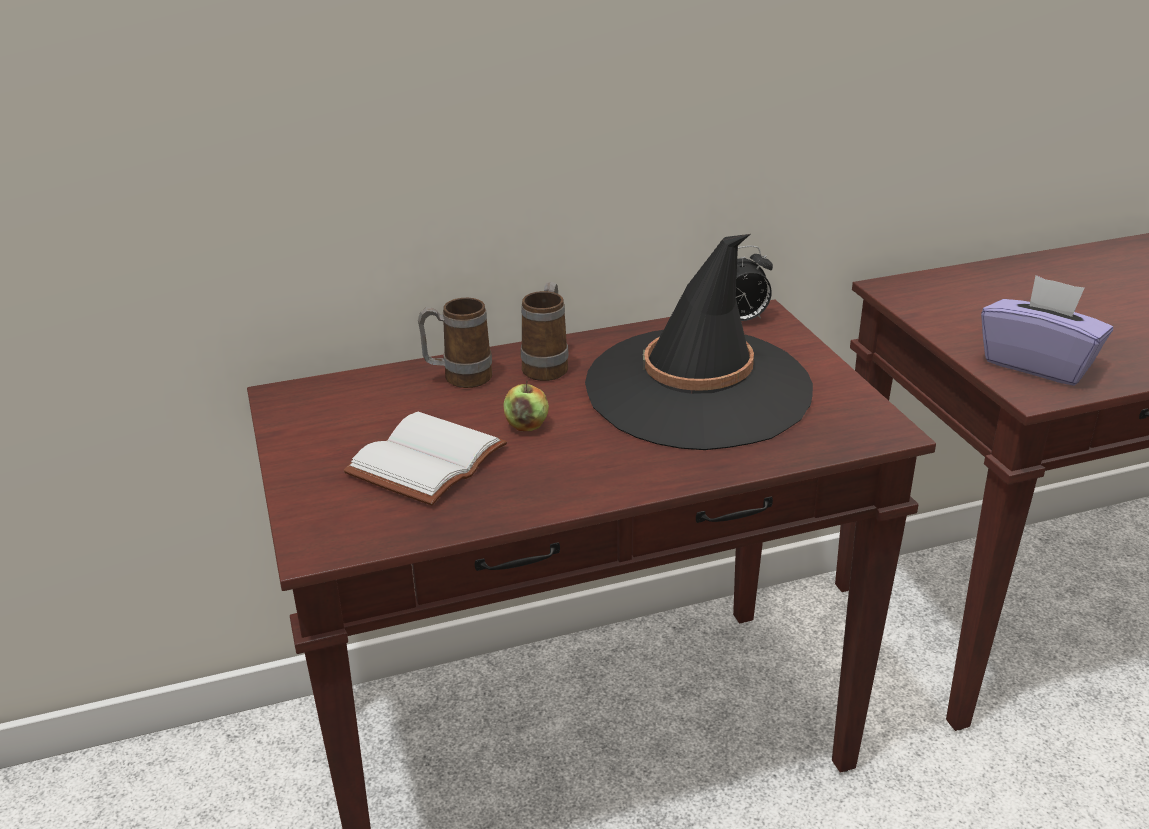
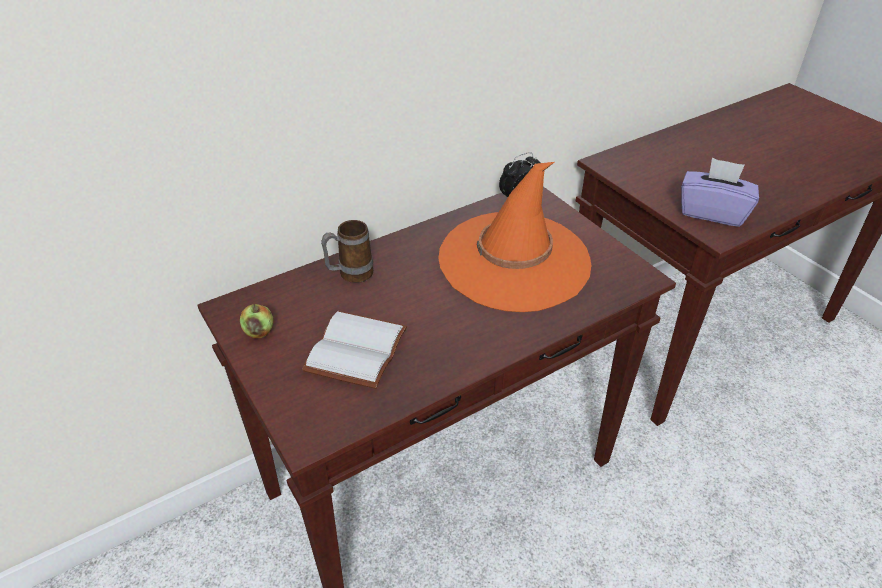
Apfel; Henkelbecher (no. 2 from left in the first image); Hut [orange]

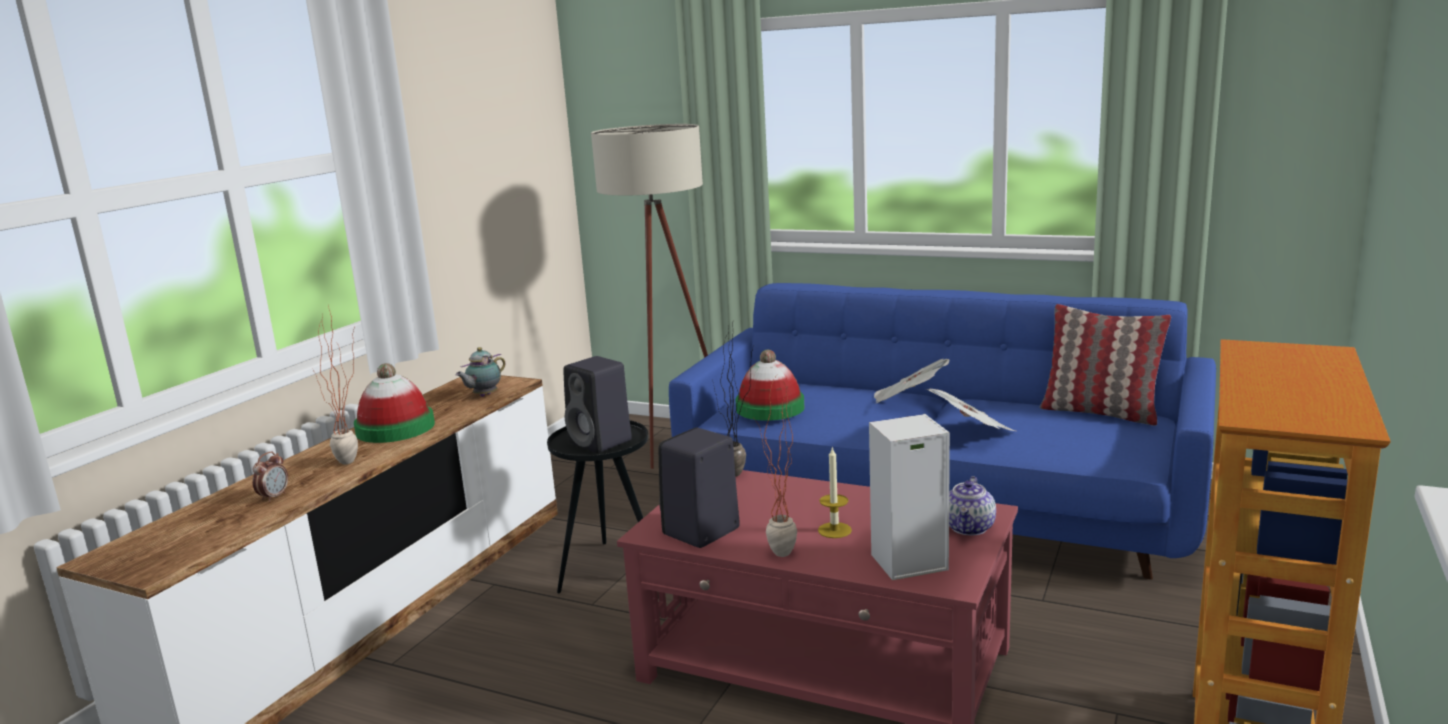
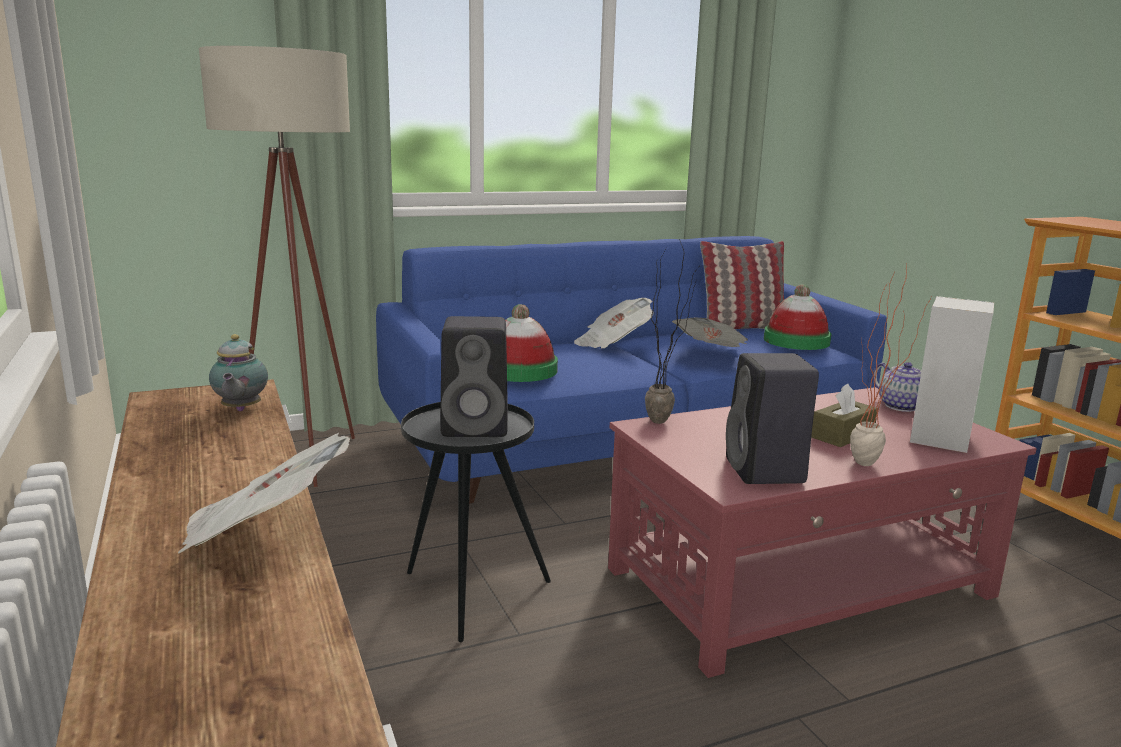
Wecker; Zeitung (no. 1 from left); Hut (no. 2 from left); Taschentuchbox [braun]

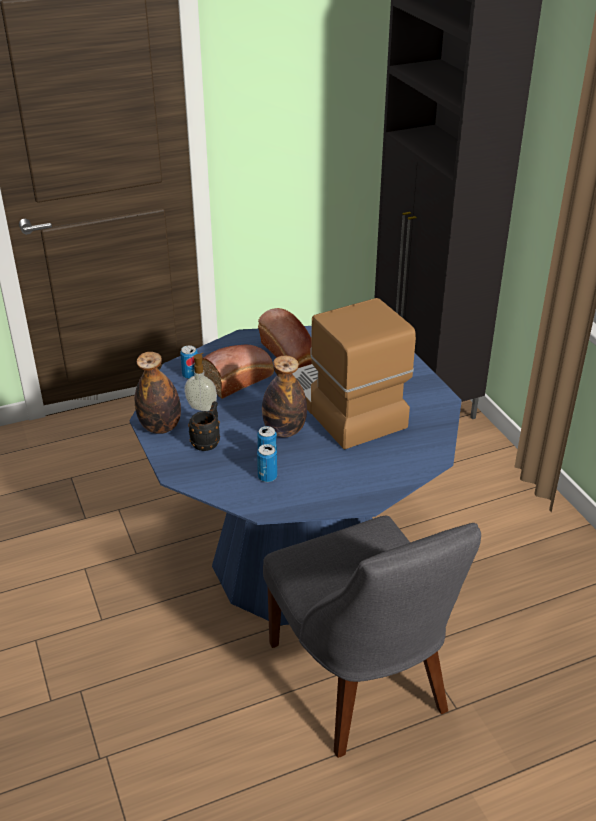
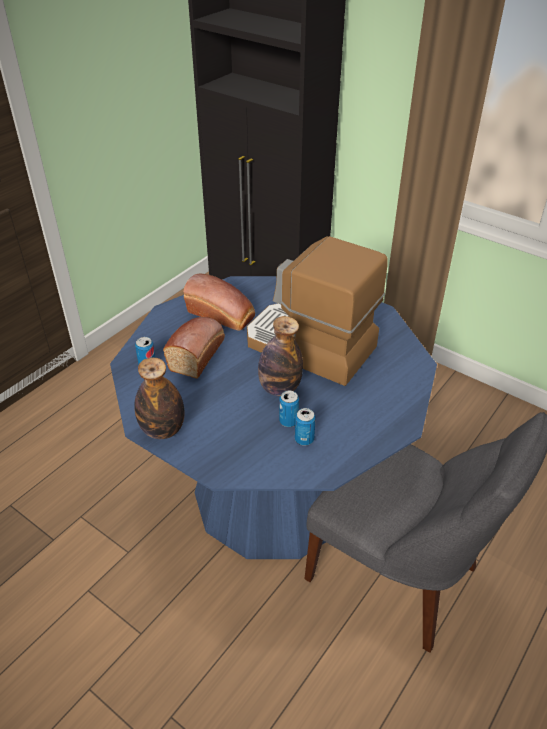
Seifenspender; Henkelbecher [schwarz]

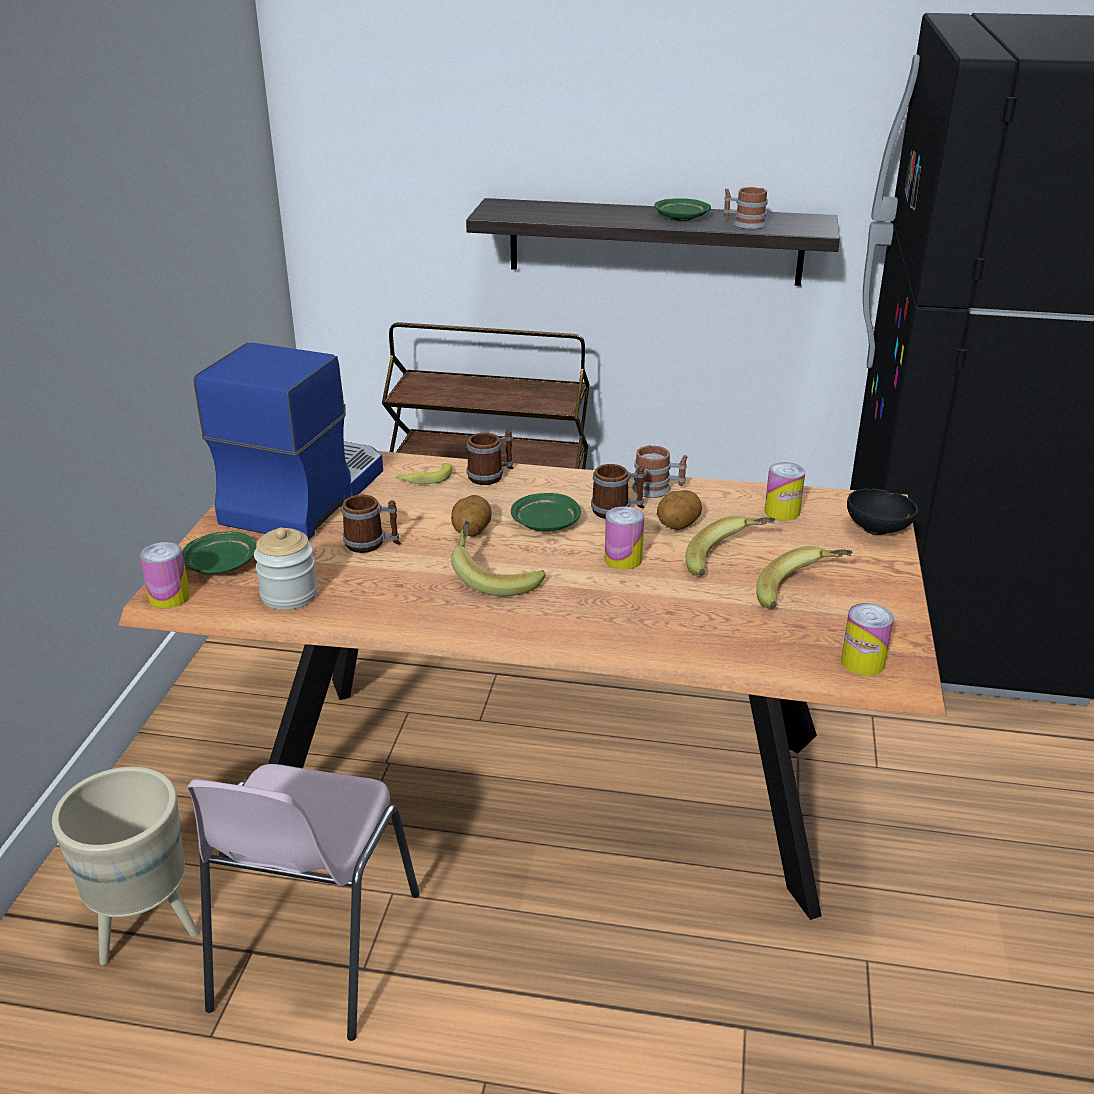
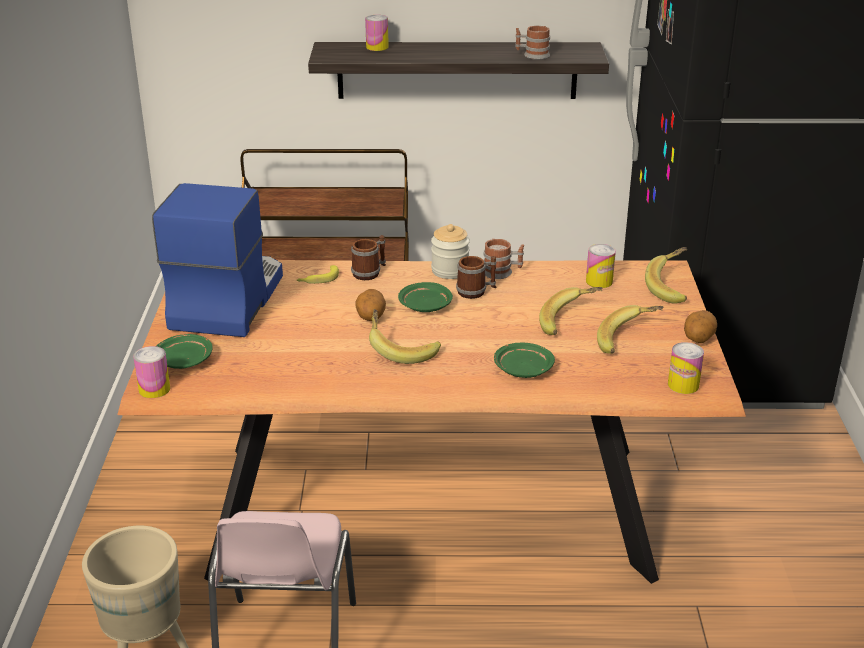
Vorratsglas; Henkelbecher (no. 1 from left in the first image); Dose (no. 2 from left); Teller [grün] (no. 3 from left); Kartoffel (no. 2 from left); Banane (no. 5 from left)

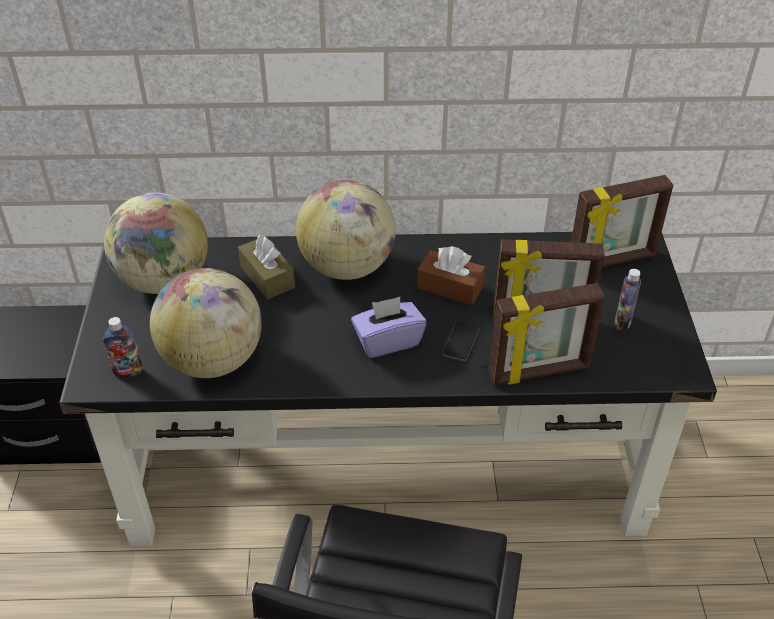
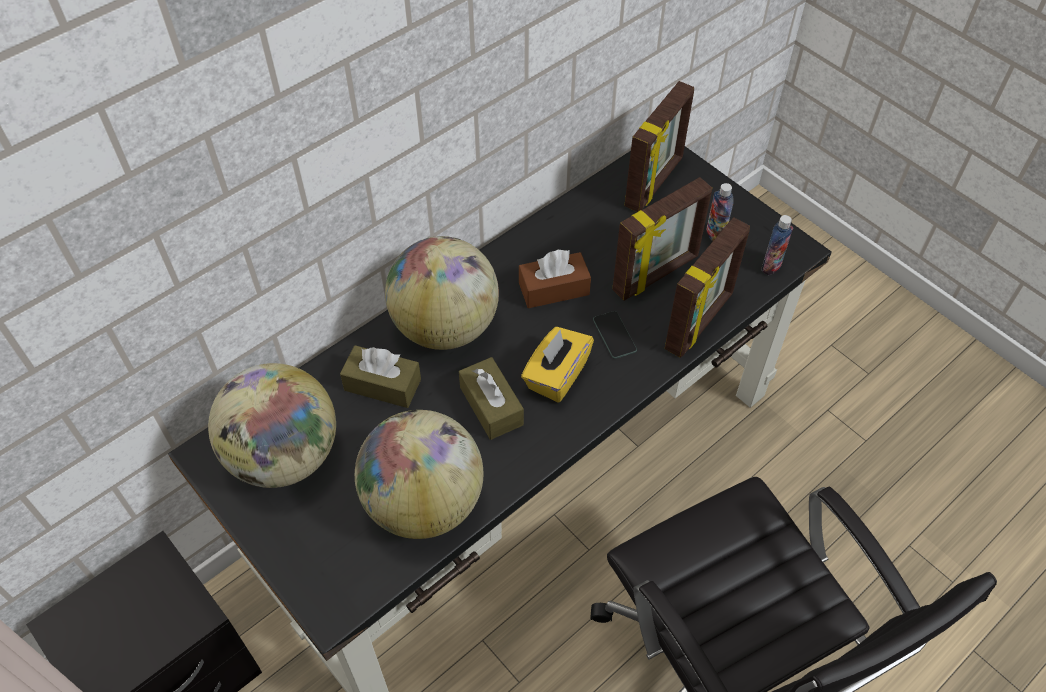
Flasche (no. 2 from left); Taschentuchbox [gelb]; Taschentuchbox [braun] (no. 2 from left)

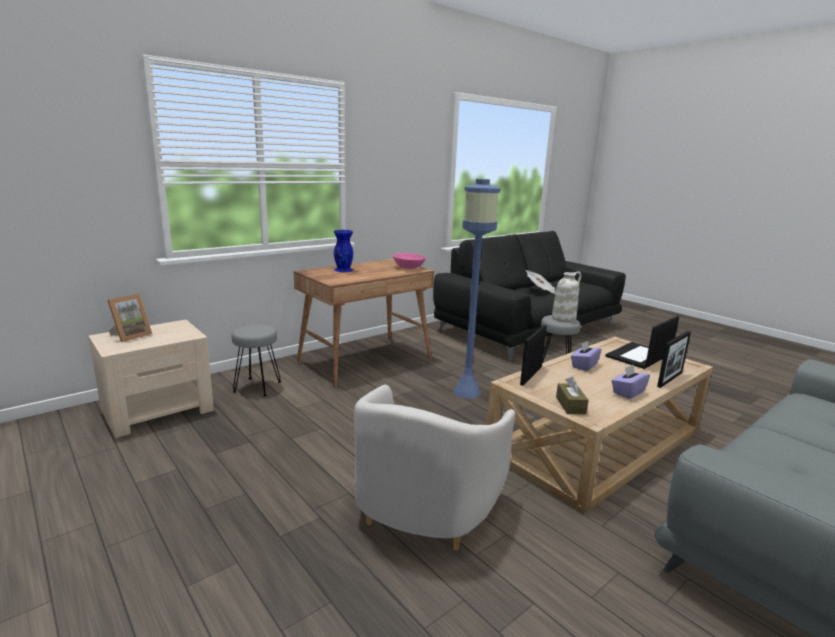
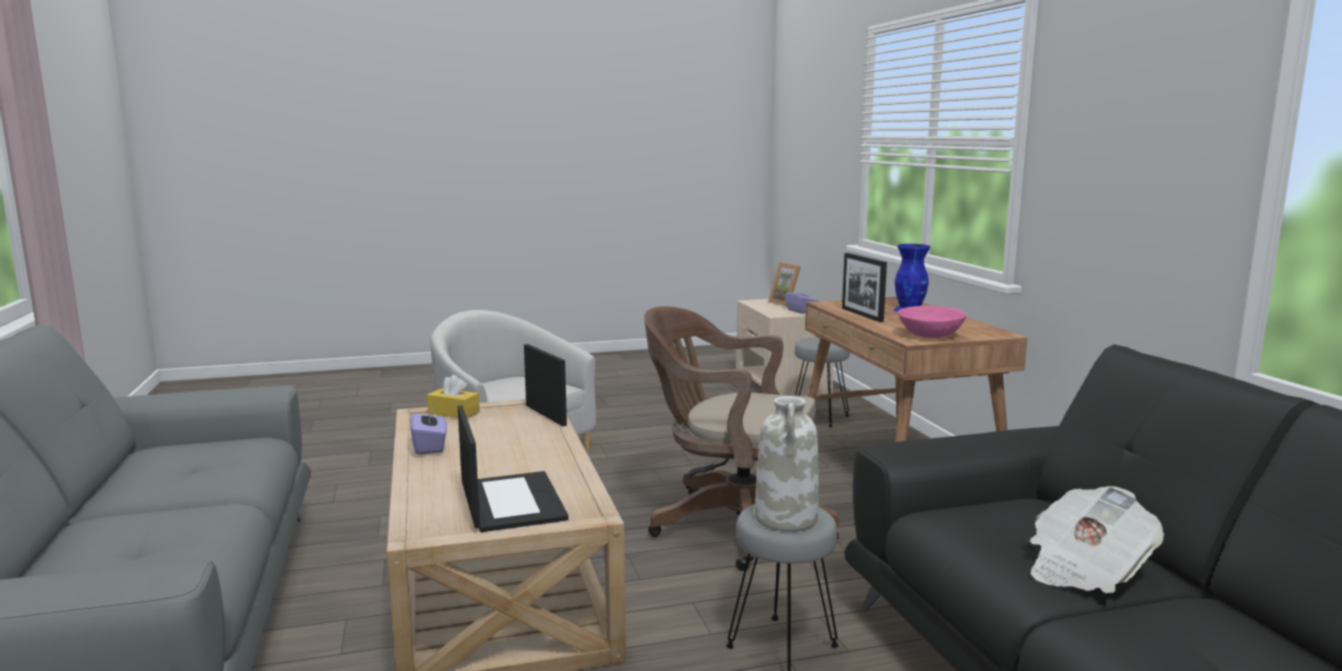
Bürostuhl [braun]; Taschentuchbox [gelb]; Taschentuchbox [lila] (no. 2 from left); Bilderrahmen (no. 3 from left)

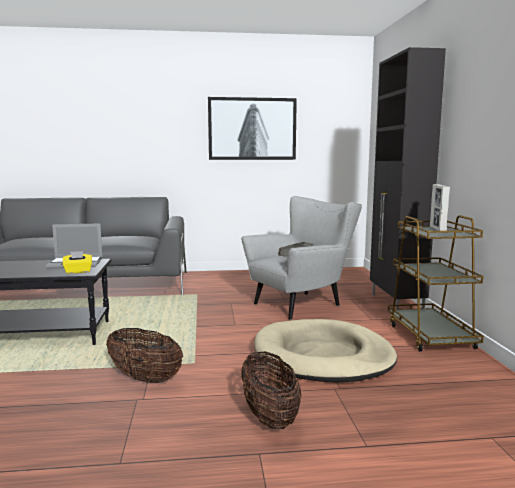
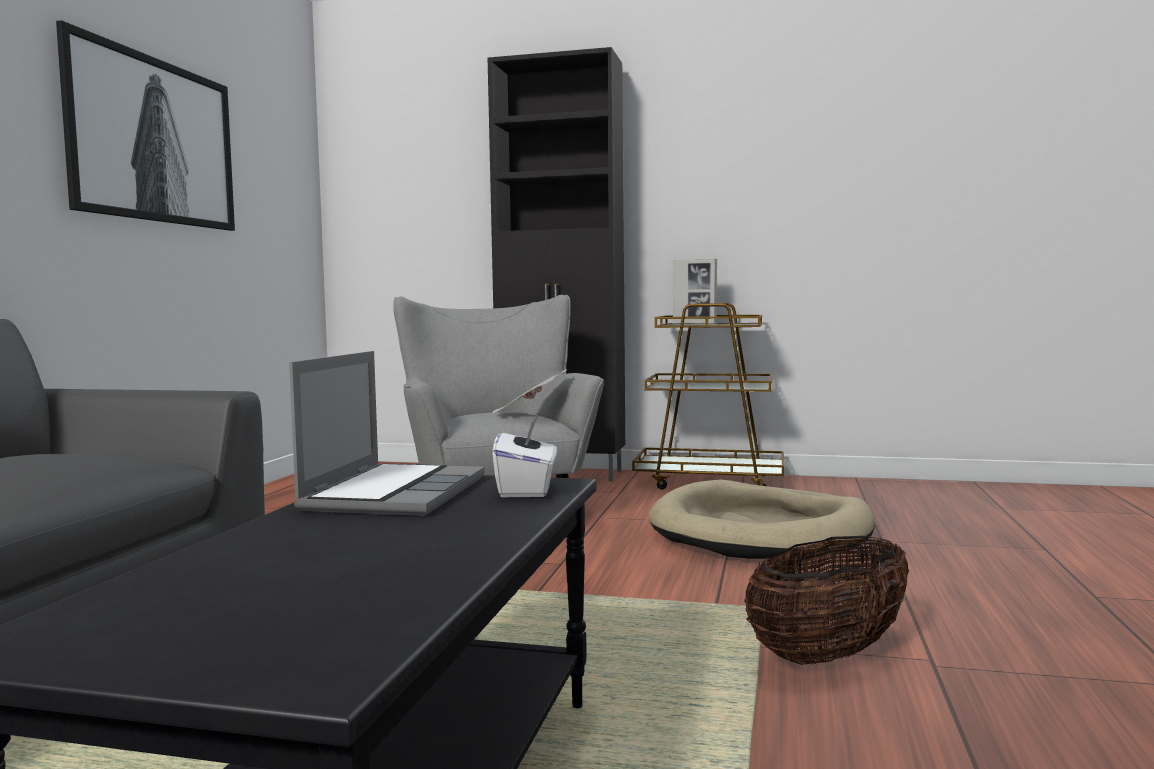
Taschentuchbox [weiß]; Korb (no. 2 from left in the first image)

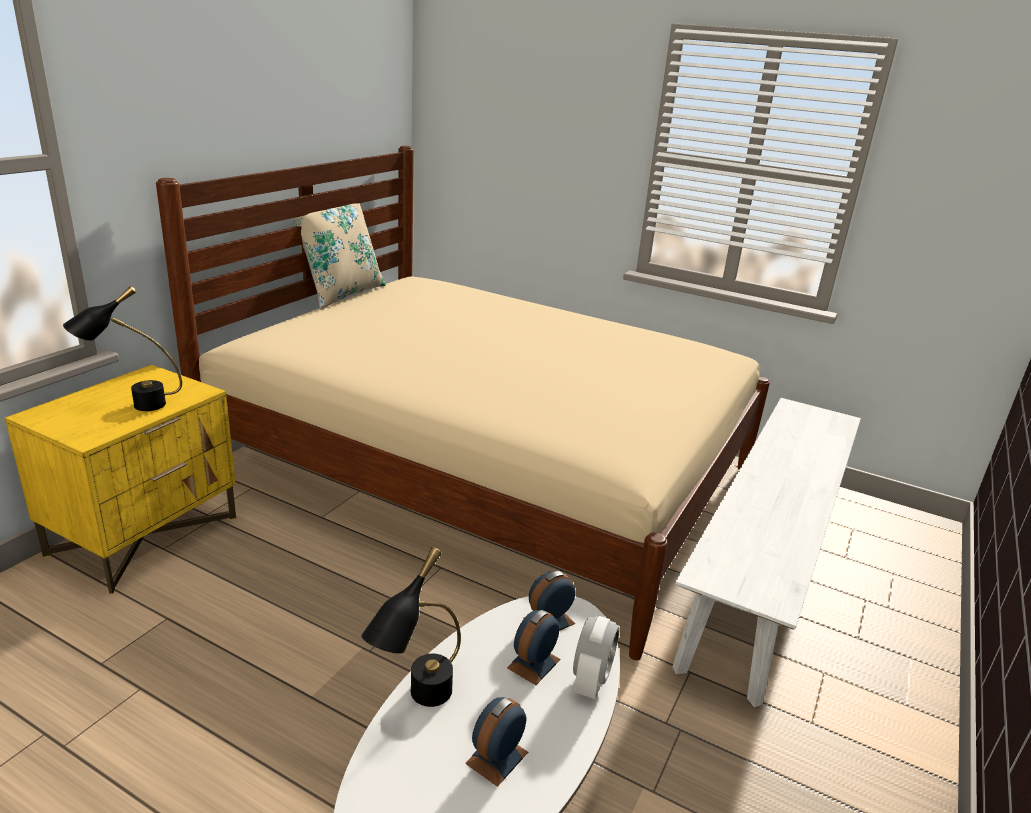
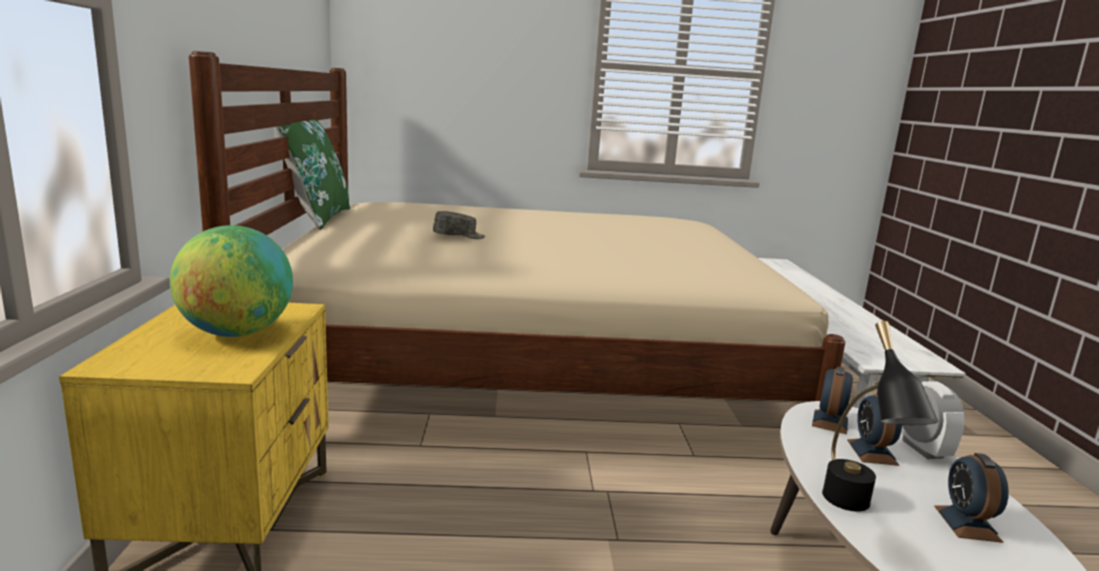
Globus; Kissen [grün]; Kappe [grau]

